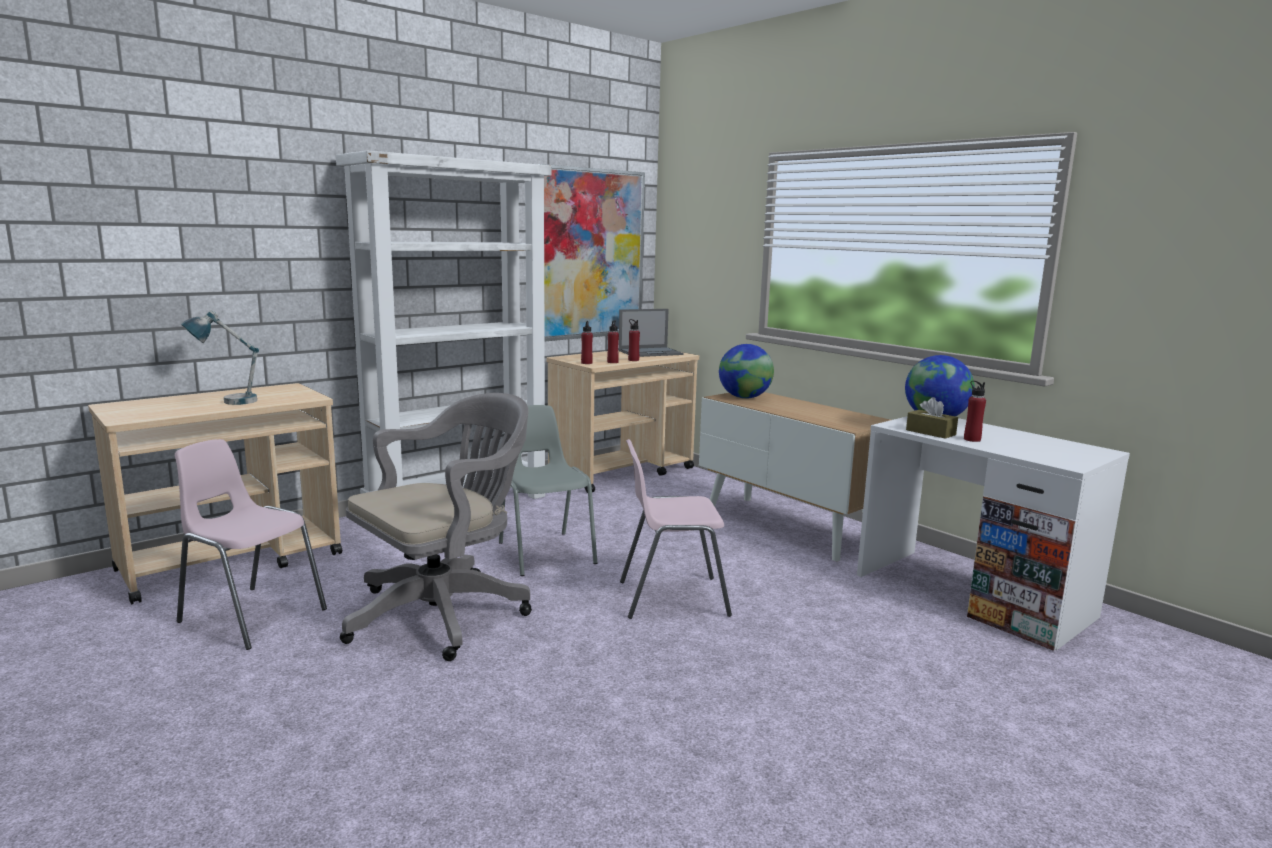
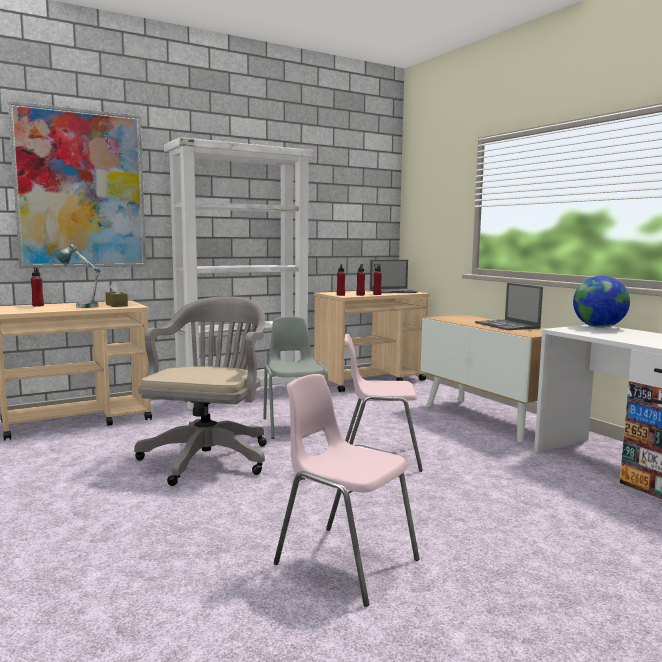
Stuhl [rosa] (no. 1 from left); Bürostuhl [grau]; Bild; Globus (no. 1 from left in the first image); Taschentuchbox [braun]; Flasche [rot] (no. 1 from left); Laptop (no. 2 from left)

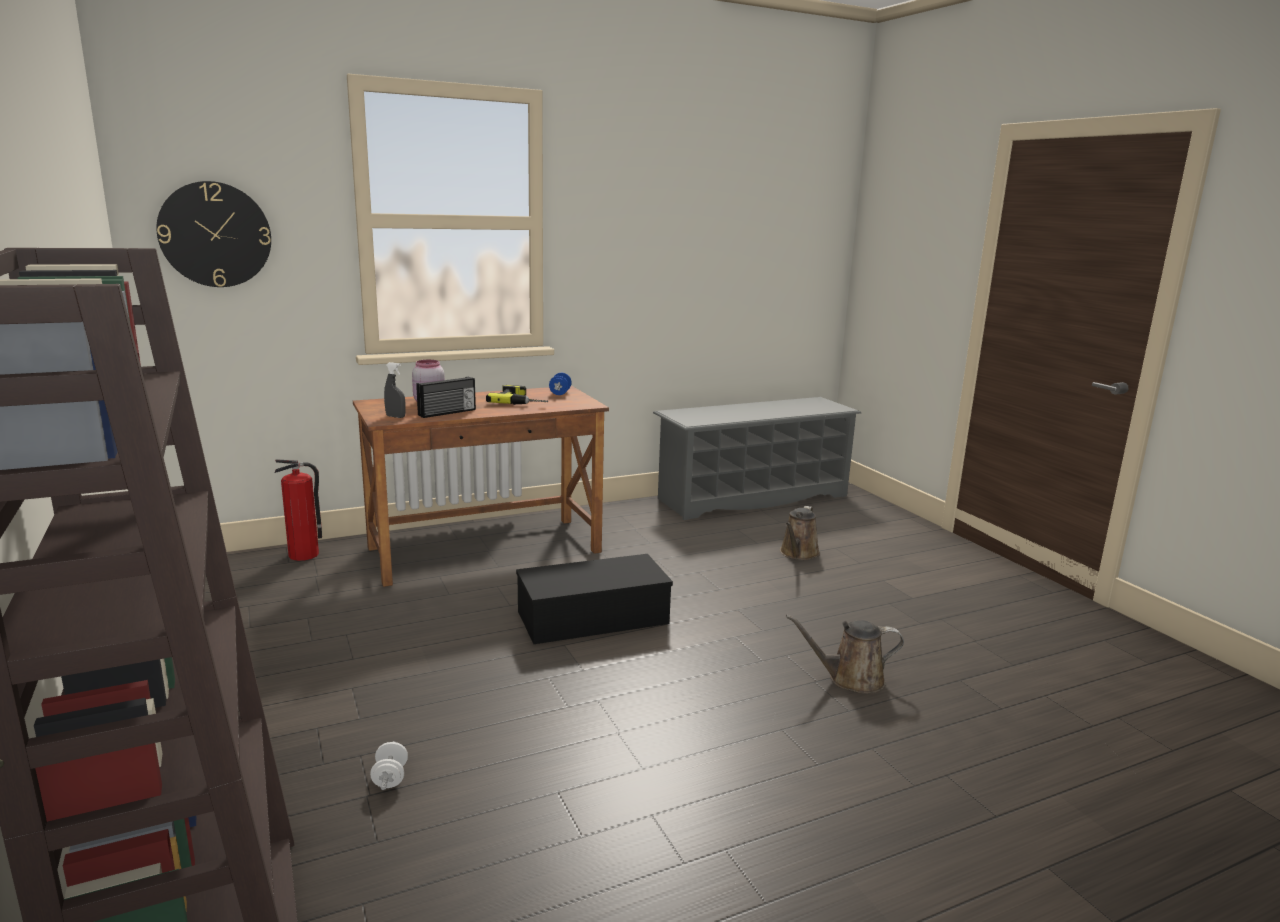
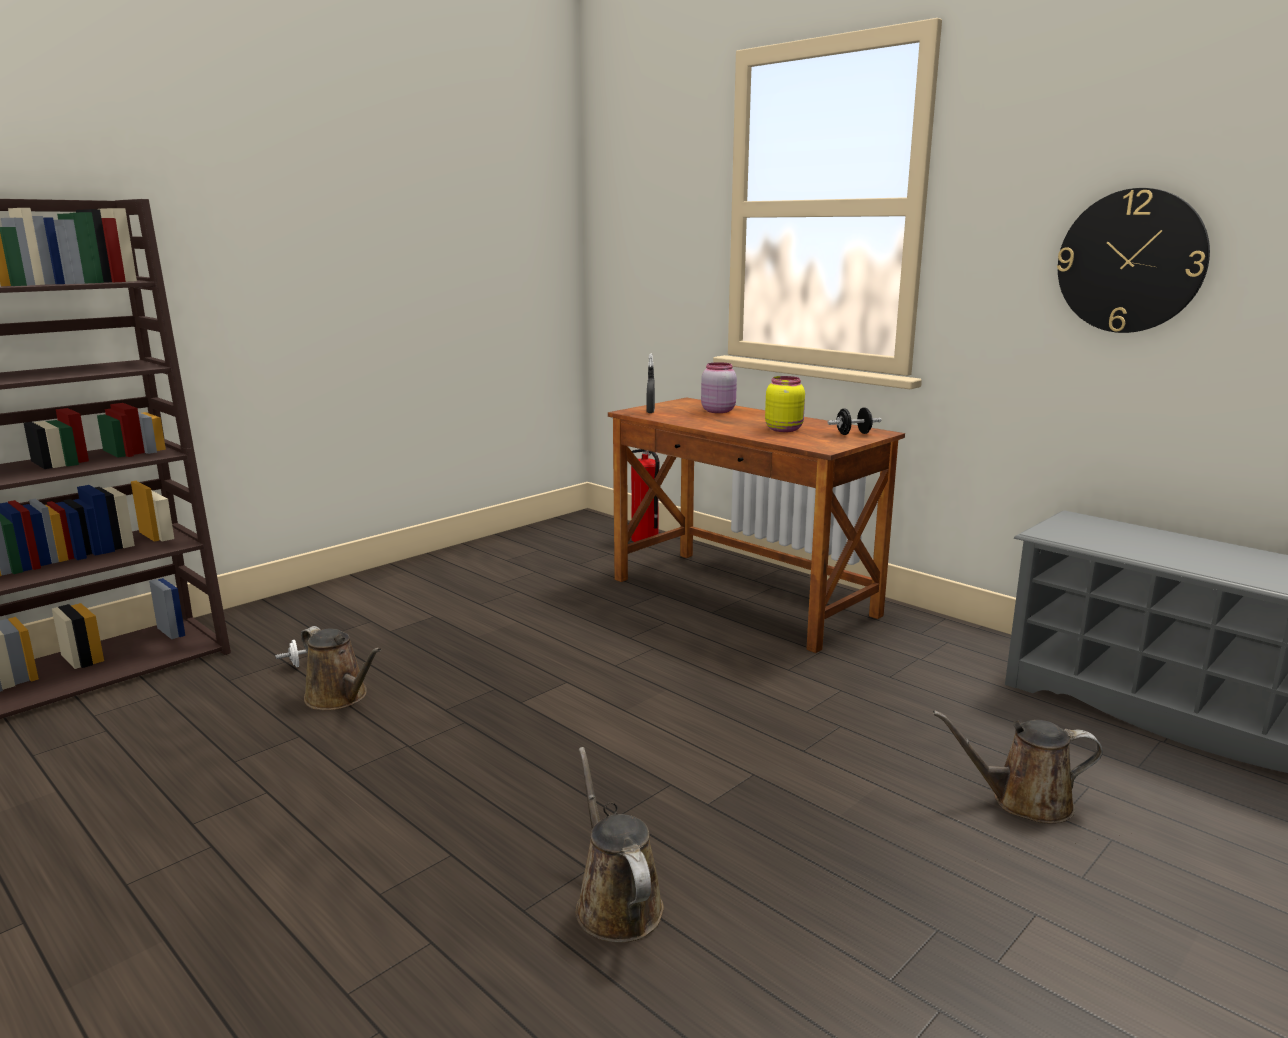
Wanduhr; Radio; Vorratsglas [gelb]; Aufbewahrungsbox [schwarz]; Hantel [schwarz]; Gießkanne [braun] (no. 1 from left)

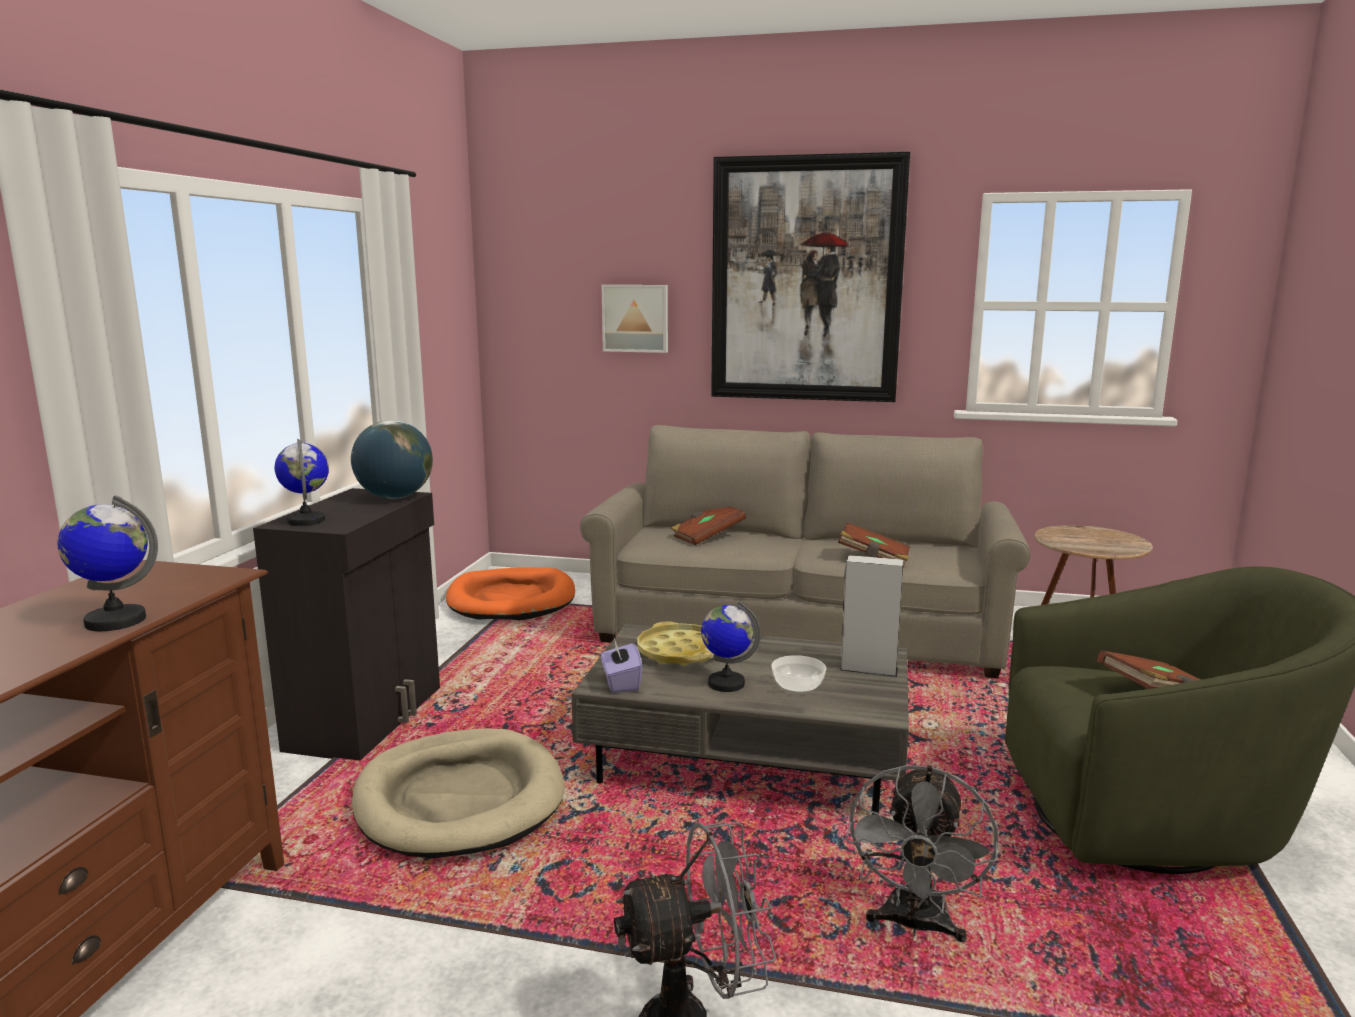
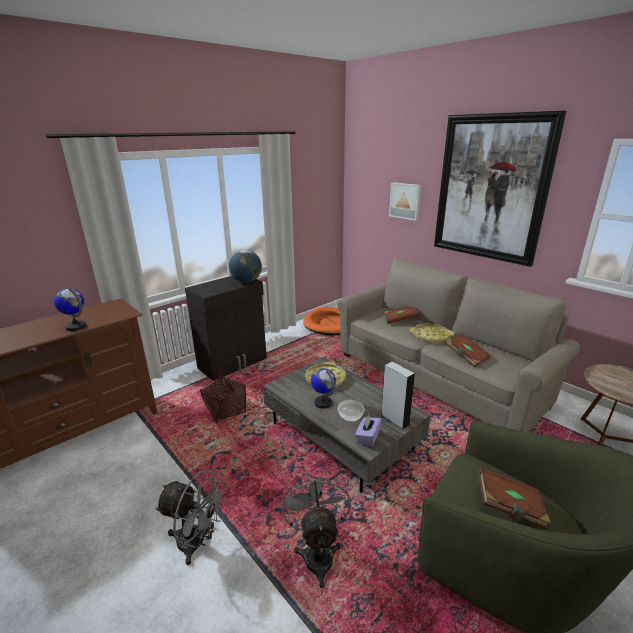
Globus (no. 2 from left in the first image); Korb; Taschentuchbox [lila]; Ventilator [grau] (no. 2 from left); Tablett [gelb] (no. 2 from left)

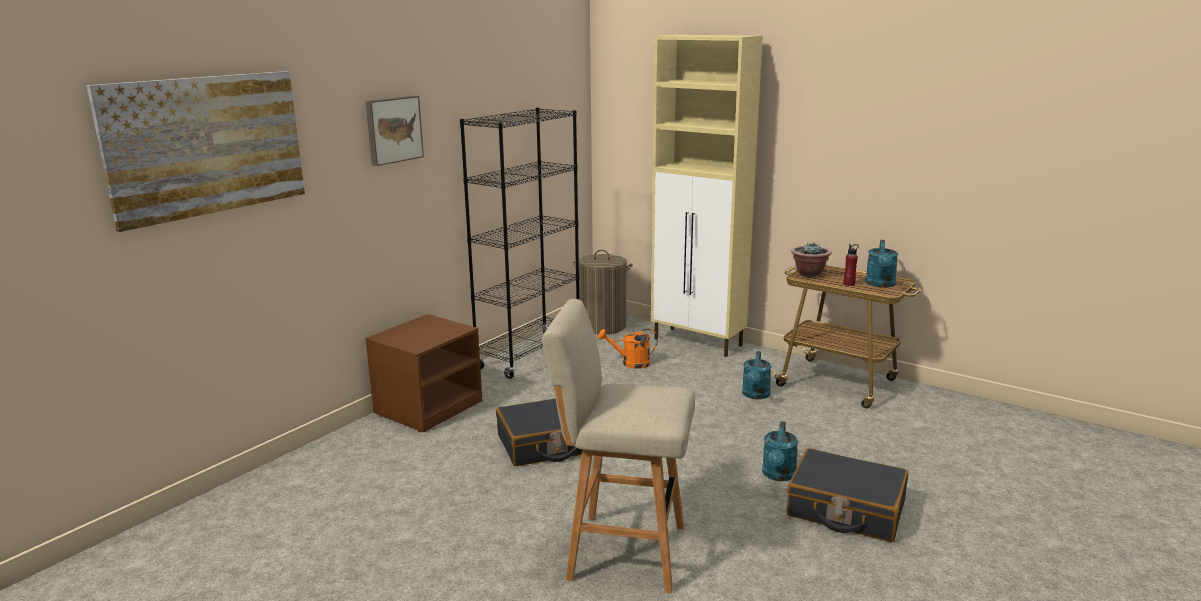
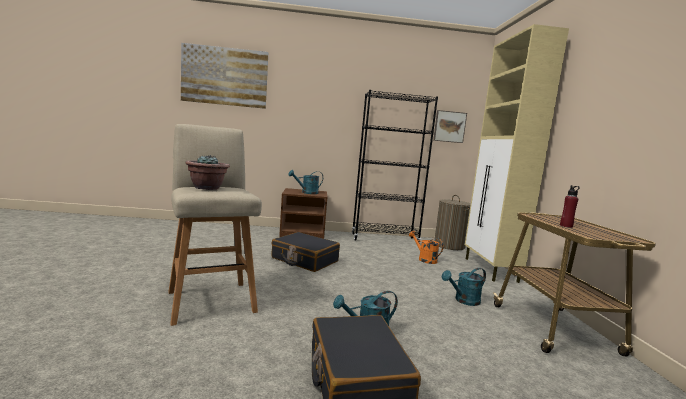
Bild (no. 2 from left); Topfpflanze; Gießkanne [türkis] (no. 1 from left)

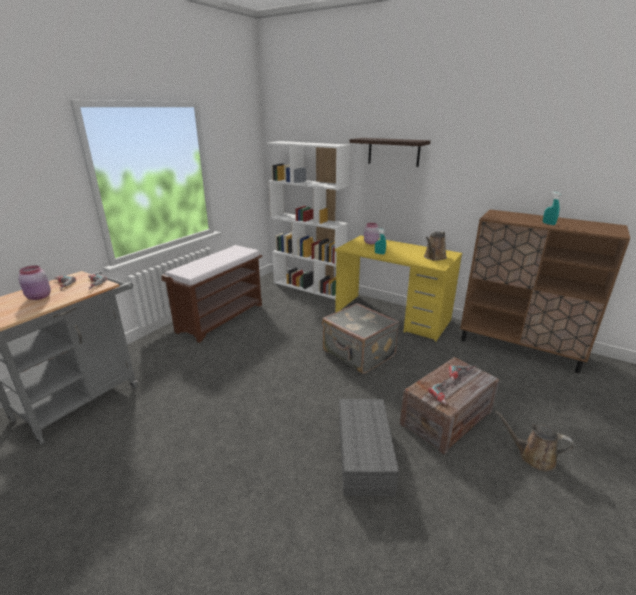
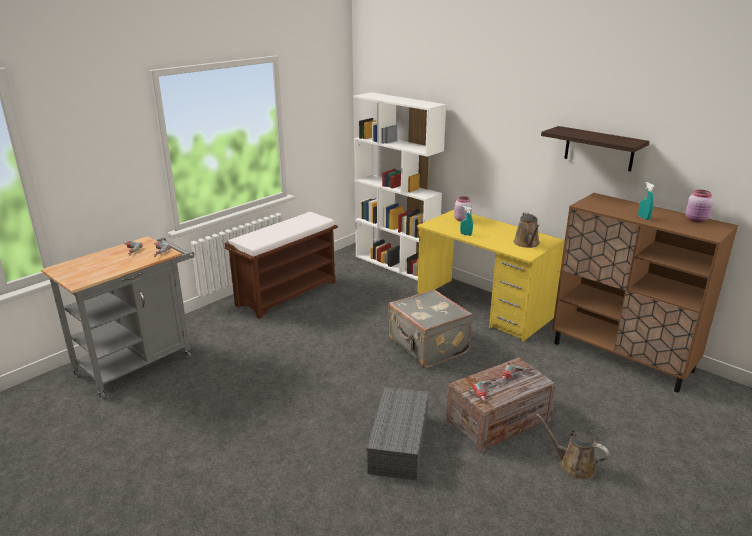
Vorratsglas [rosa] (no. 2 from left); Wandregal; Gießkanne [braun] (no. 1 from left)

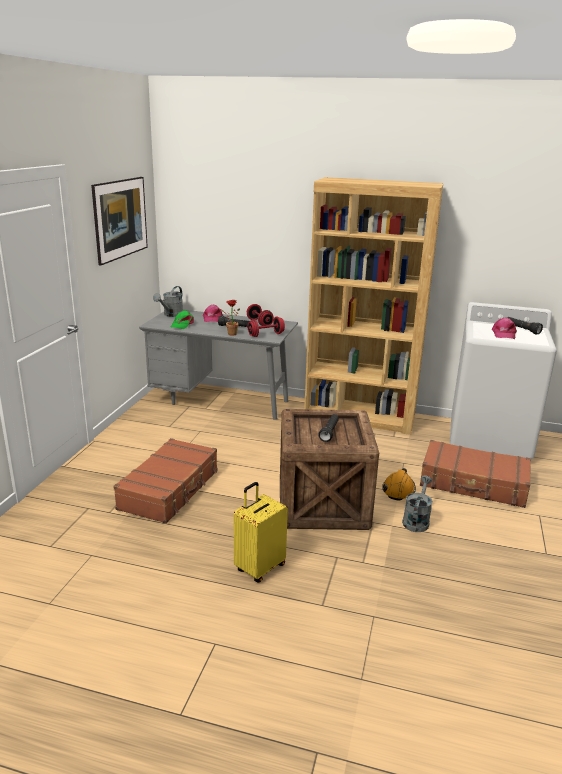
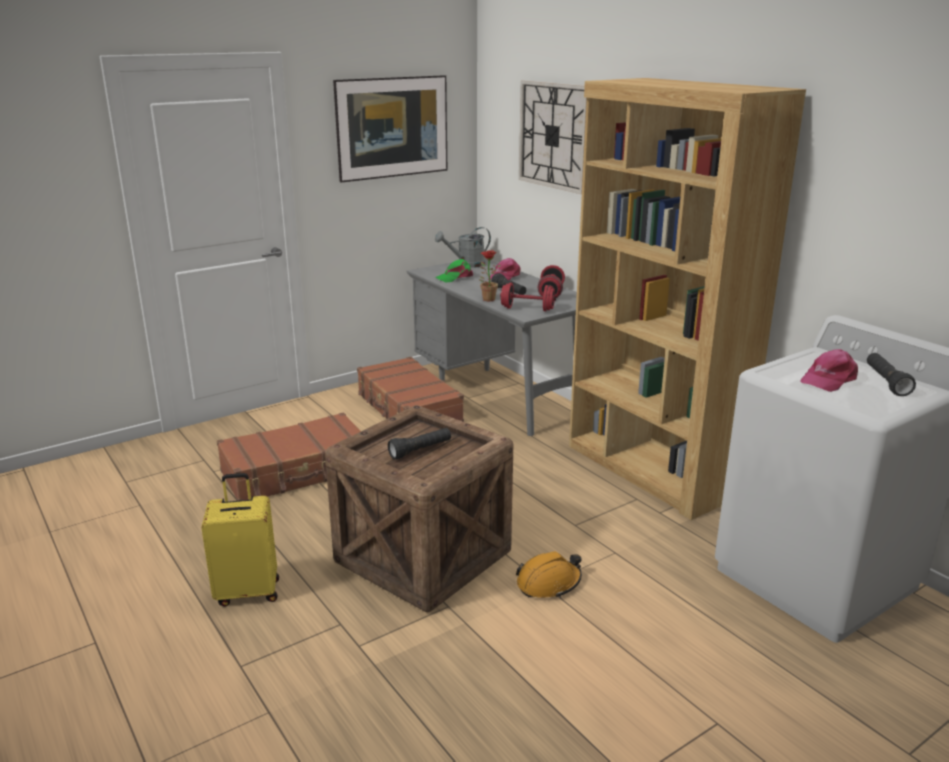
Gießkanne [grau] (no. 2 from left in the first image); Koffer [braun] (no. 2 from left); Wanduhr

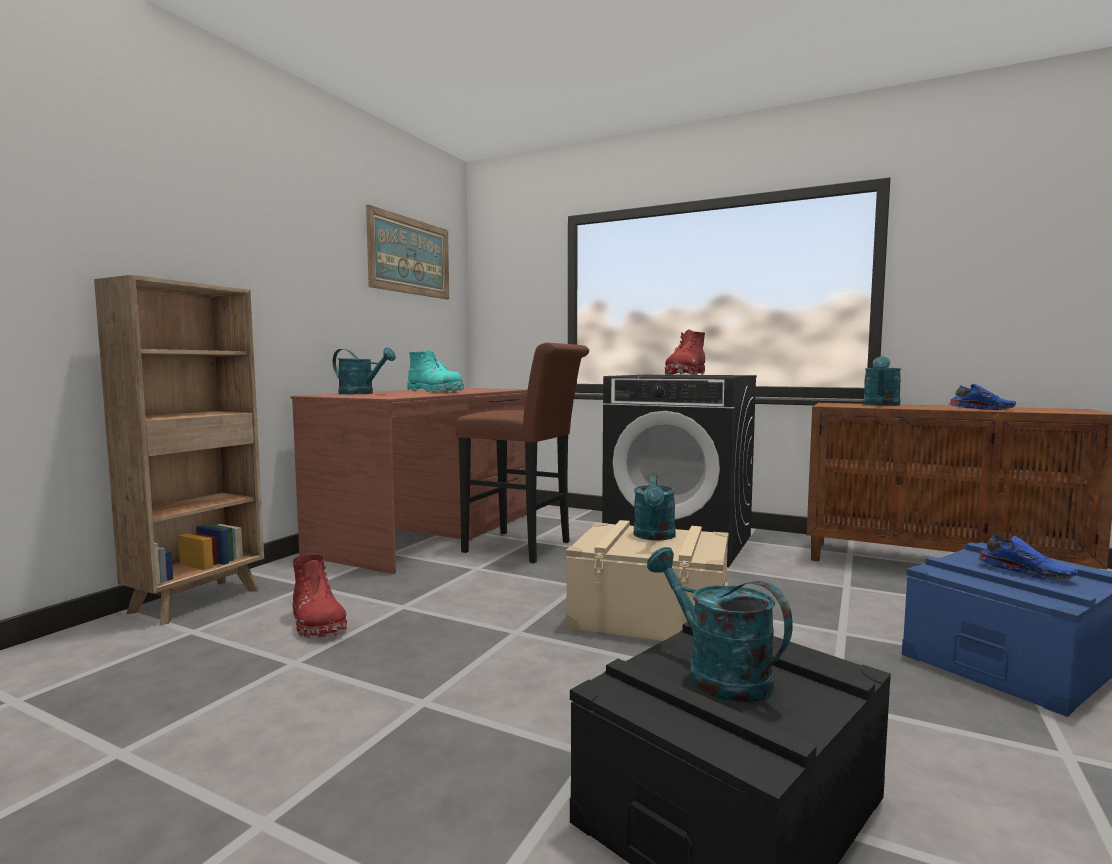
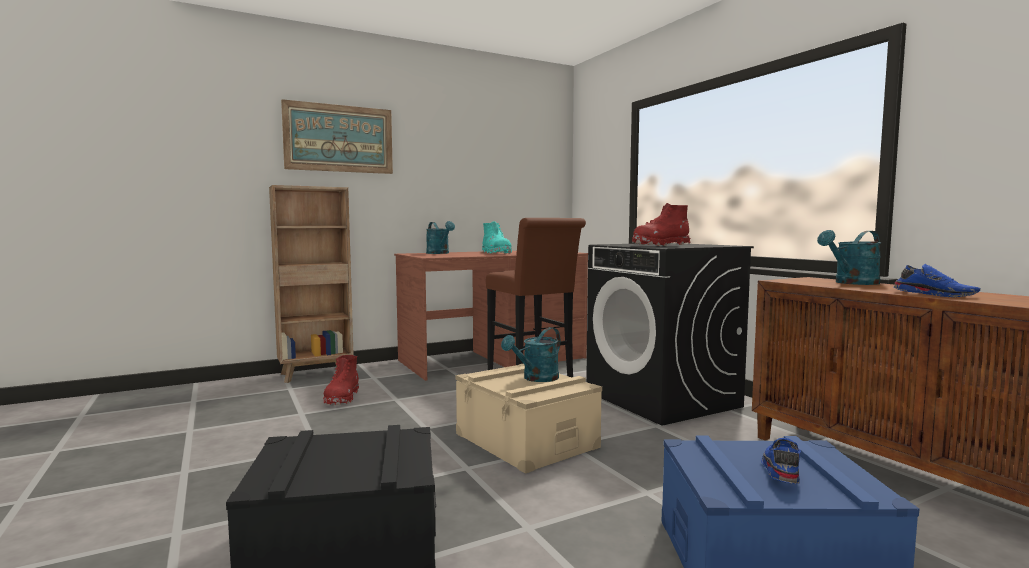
Bild; Gießkanne [türkis] (no. 3 from left in the first image); Schuh [blau] (no. 1 from left)

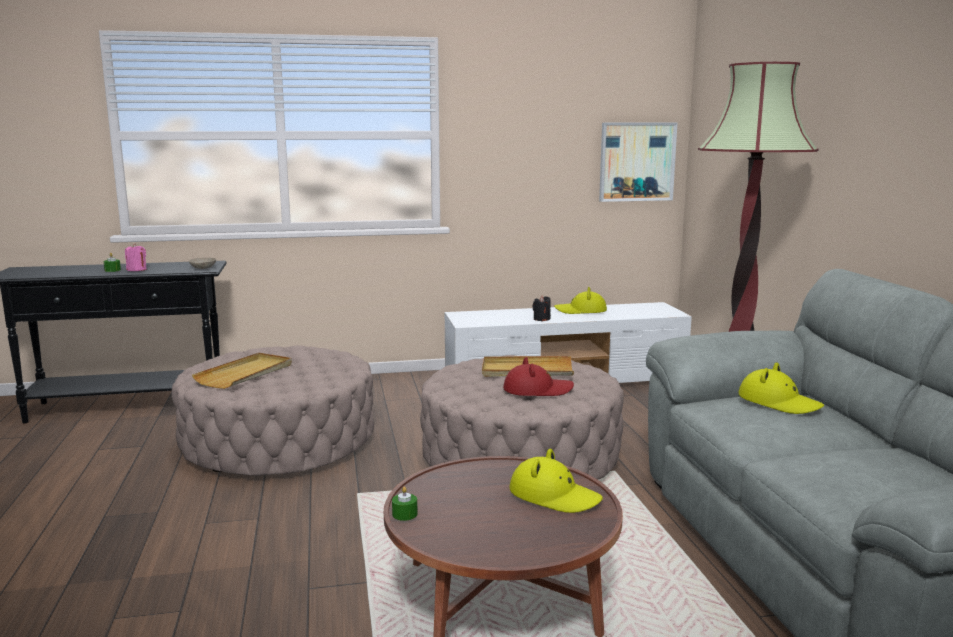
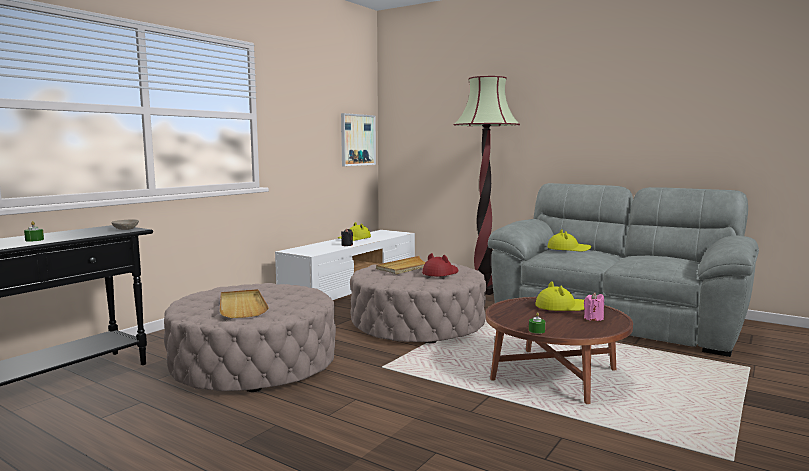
Kerze [rosa]

